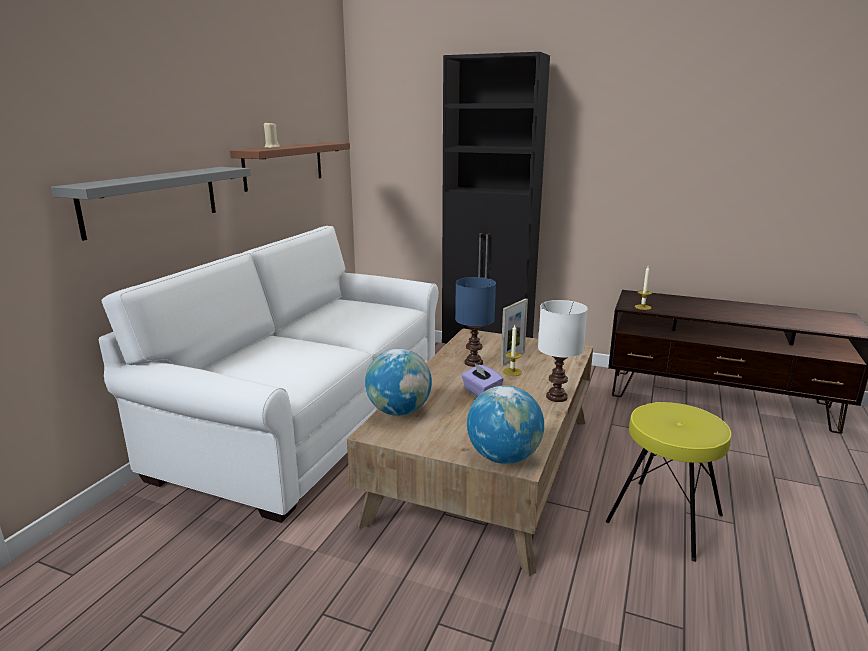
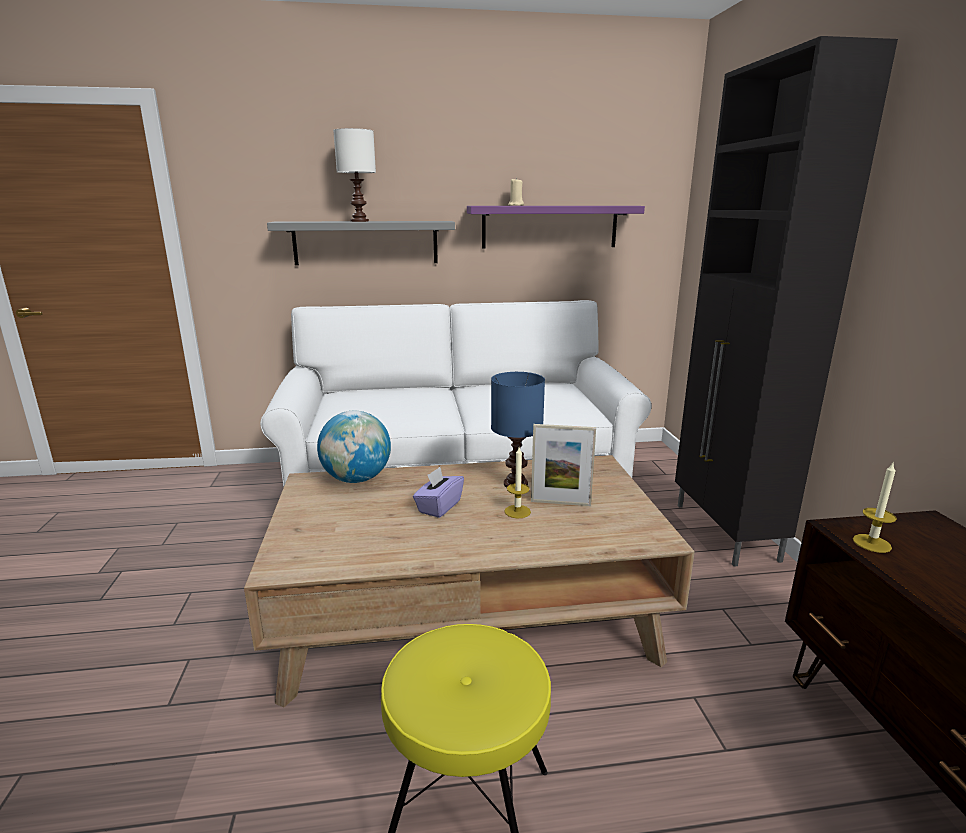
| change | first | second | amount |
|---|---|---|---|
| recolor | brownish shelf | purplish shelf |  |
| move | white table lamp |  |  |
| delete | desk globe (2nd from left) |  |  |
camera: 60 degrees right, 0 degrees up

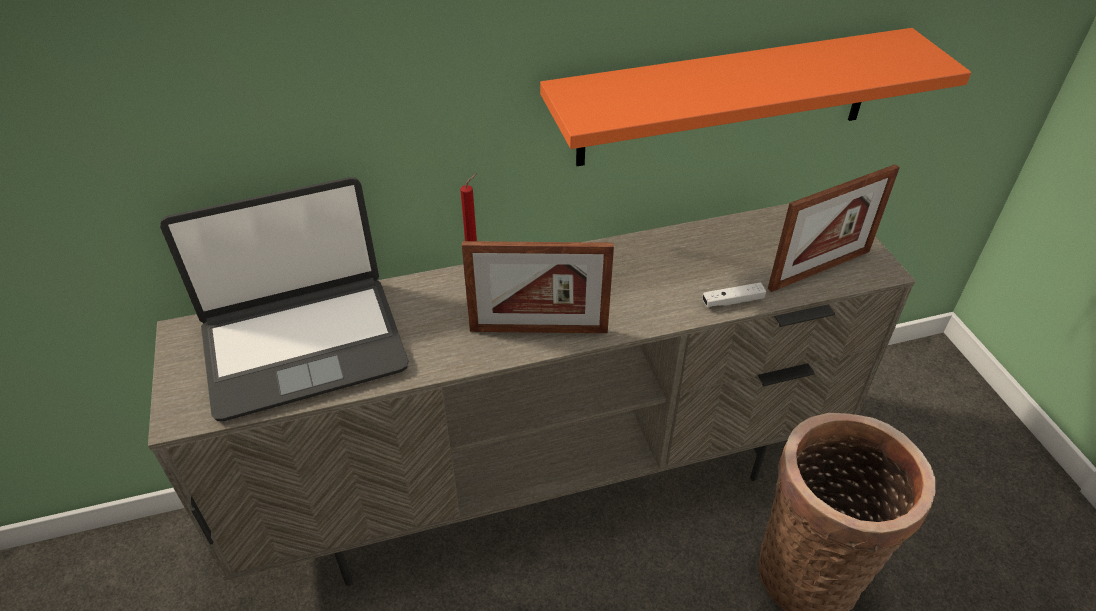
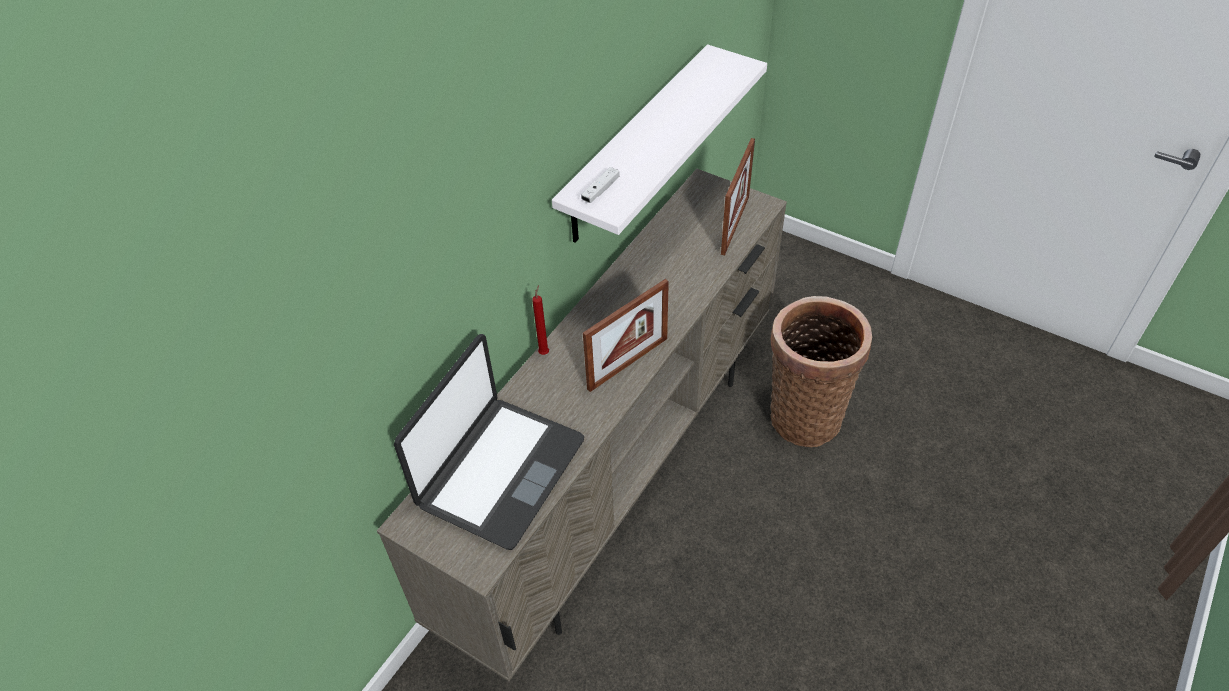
| change | first | second | amount |
|---|---|---|---|
| recolor | orangey shelf | white shelf |  |
| move | white gamepad |  |  |
camera: 40 degrees left, 5 degrees up

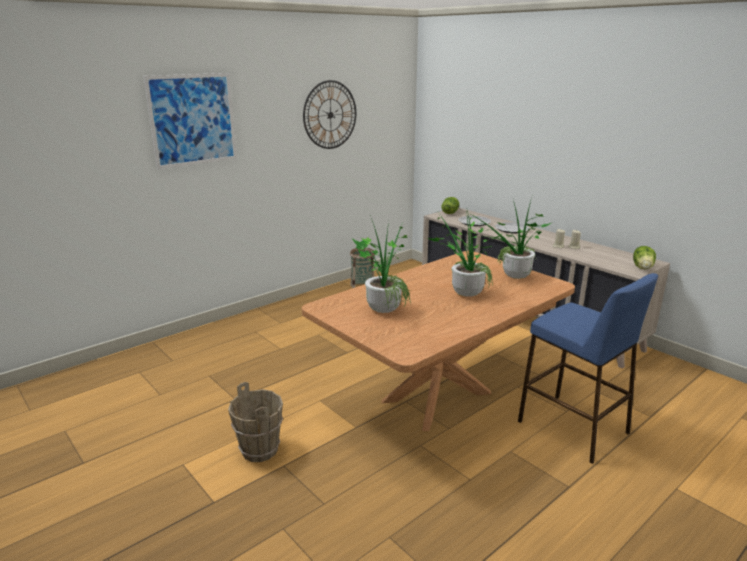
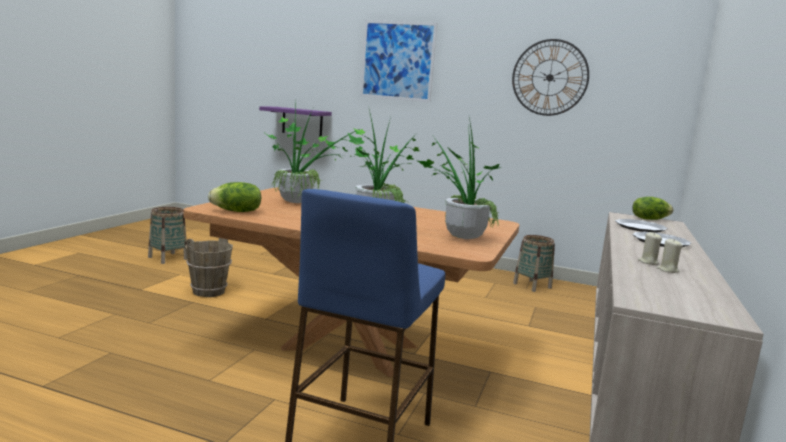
| change | first | second | amount |
|---|---|---|---|
| move | lettuce head (2nd from left in the first image) | lettuce head (1st from left) |  |
| insert |  | purplish shelf |  |
| insert |  | household basket (1st from left) |  |
camera: 60 degrees right, 10 degrees down

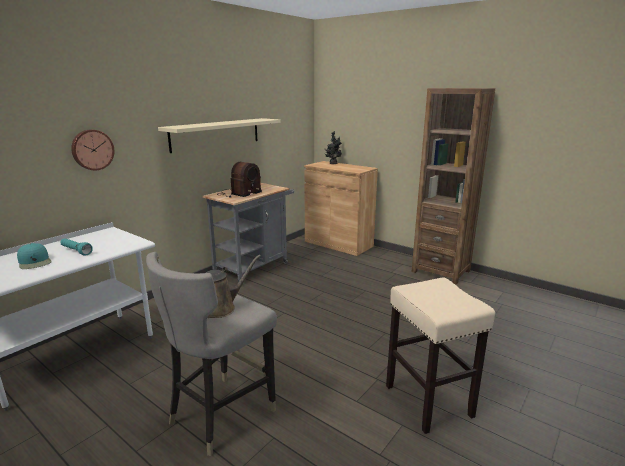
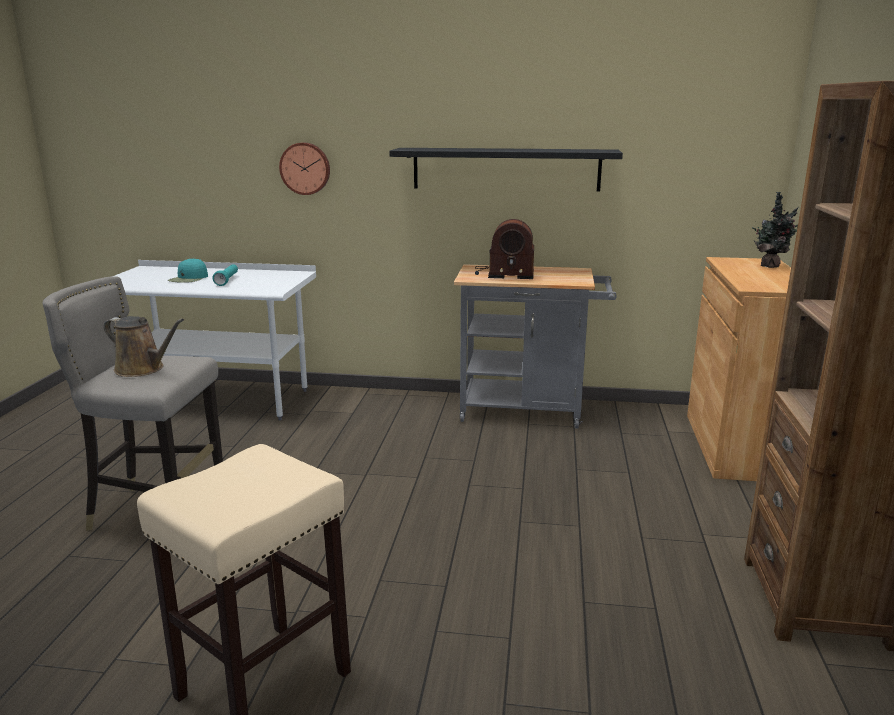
| change | first | second | amount |
|---|---|---|---|
| recolor | beige shelf | black-coloured shelf |  |
camera: 60 degrees right, 0 degrees up

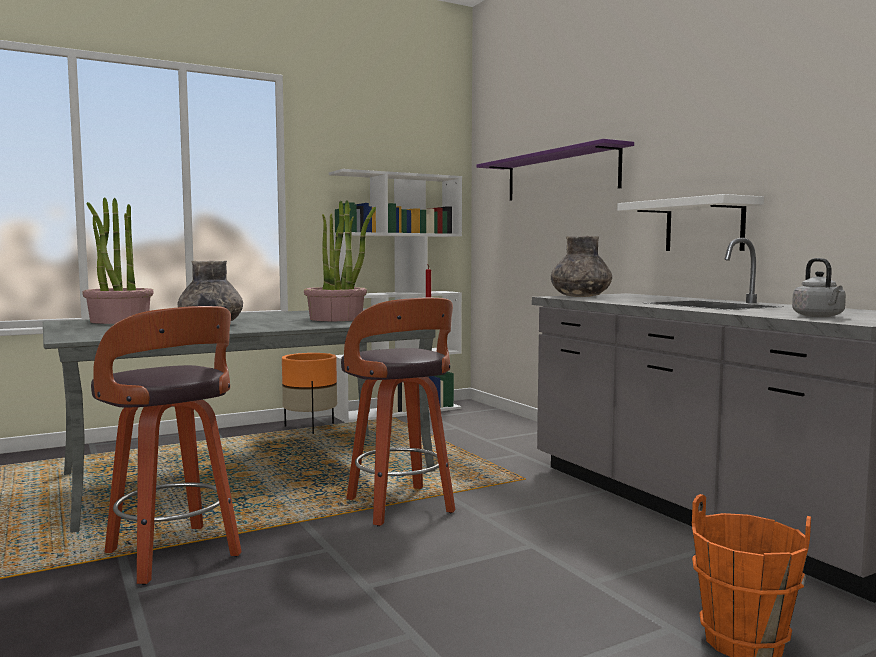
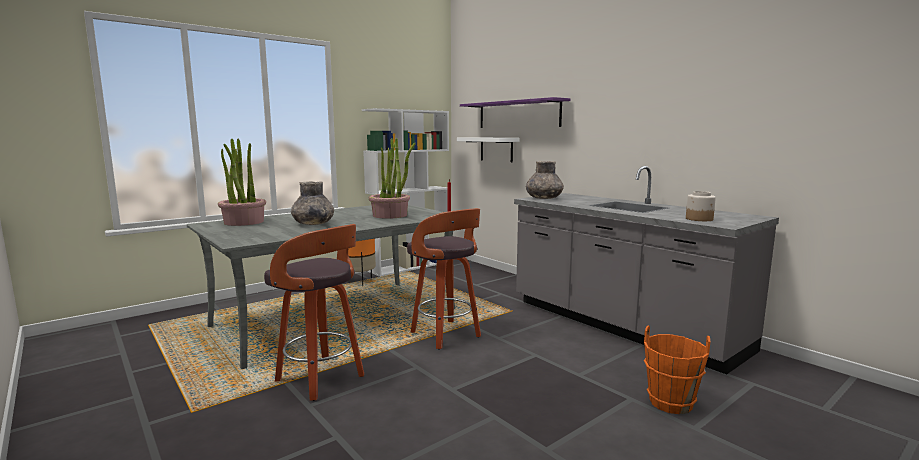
| change | first | second | amount |
|---|---|---|---|
| move | white shelf |  |  |
| replace | greyish kettle | jar |  |
camera: 10 degrees left, 5 degrees up

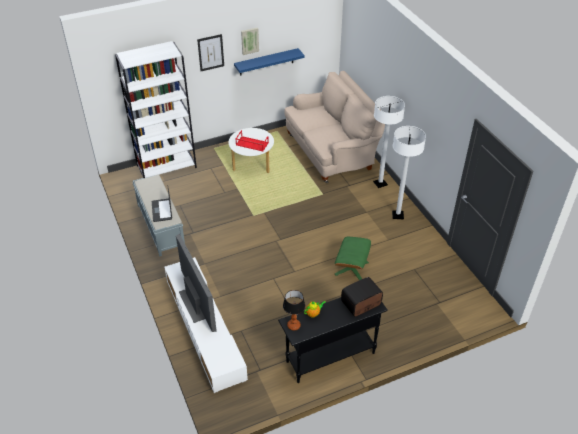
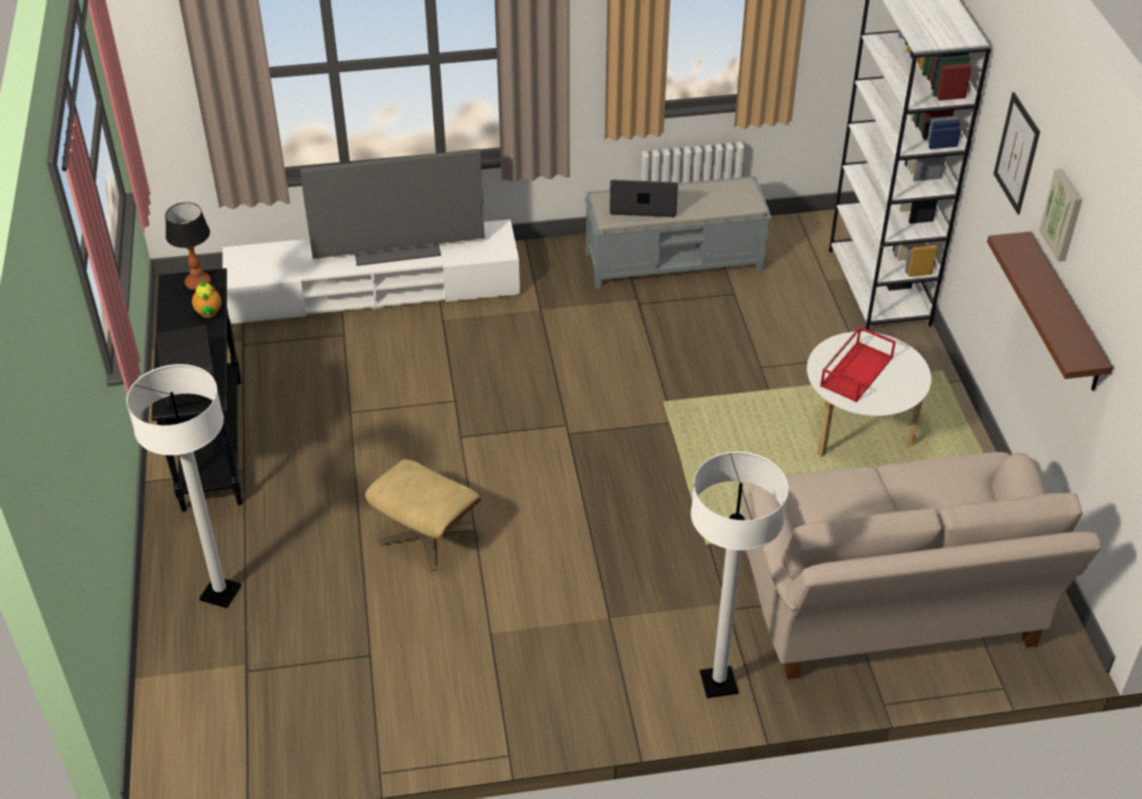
| change | first | second | amount |
|---|---|---|---|
| recolor | blue shelf | brownish shelf |  |
| move | white standing lamp (2nd from left in the first image) | white standing lamp (1st from left) |  |
| recolor | green footrest | beige footrest |  |
camera: 105 degrees right, 0 degrees up

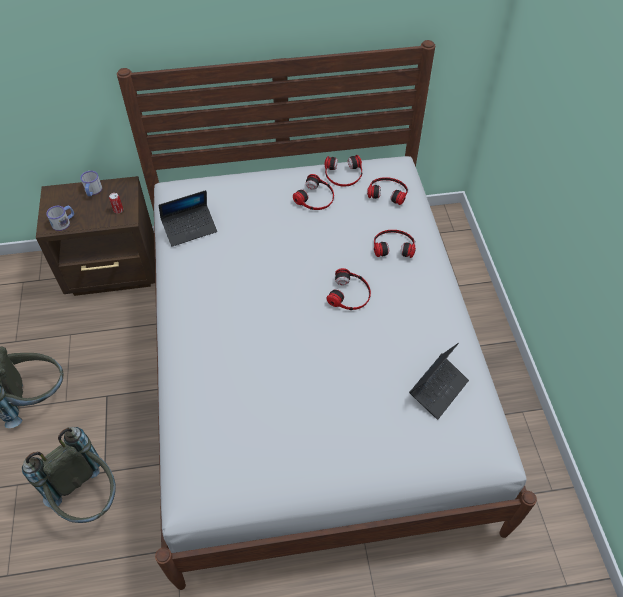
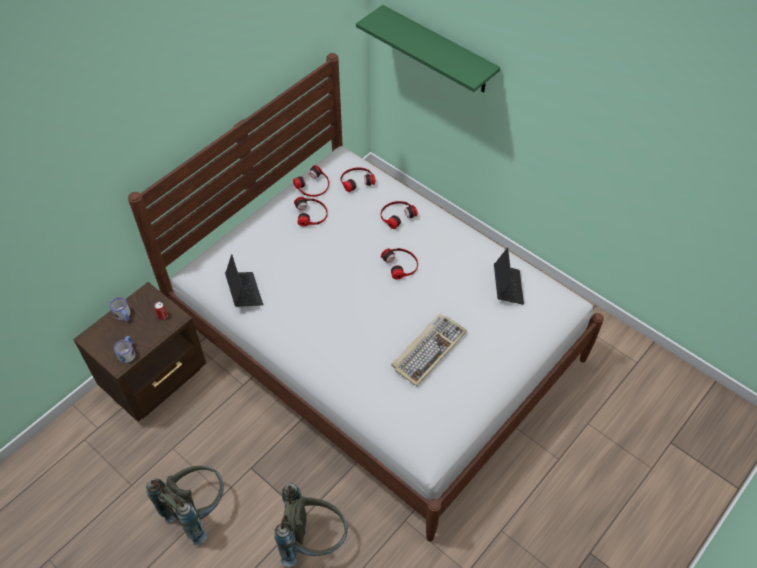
| change | first | second | amount |
|---|---|---|---|
| rotate | laptop (1st from left) |  | 45 degrees counterclockwise |
| insert |  | green shelf |  |
| insert |  | keyboard |  |
camera: 40 degrees left, 0 degrees up

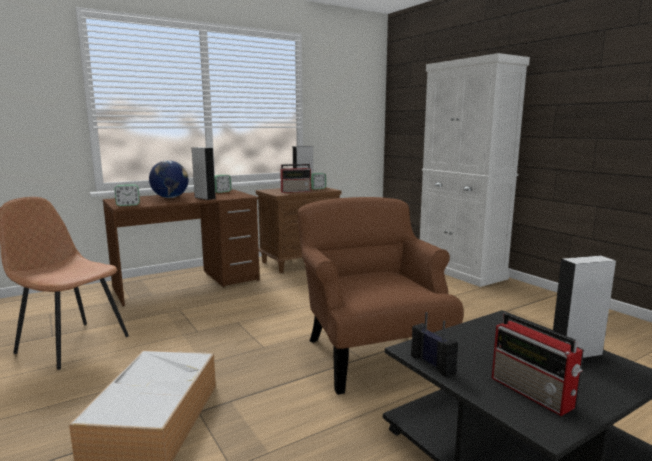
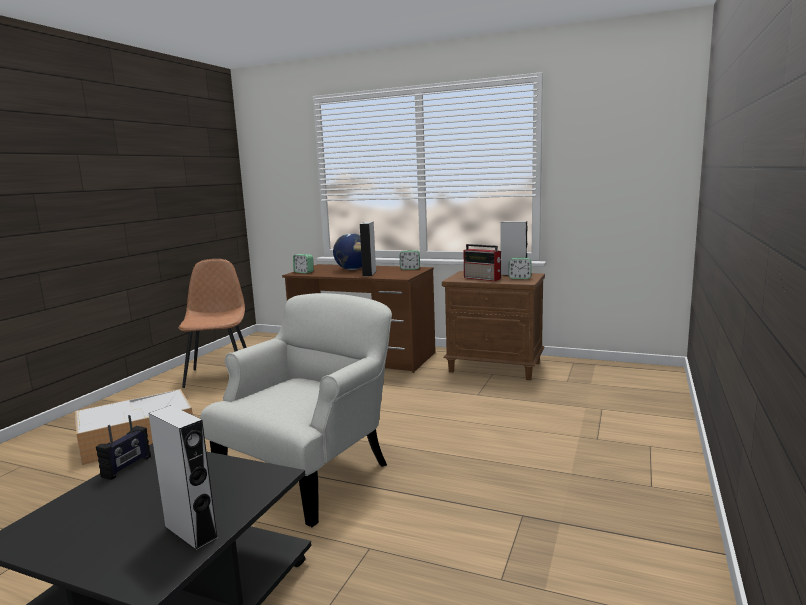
| change | first | second | amount |
|---|---|---|---|
| delete | white storage cabinet |  |  |
| recolor | brownish easy chair | white easy chair |  |
| delete | radio set (3rd from left) |  |  |
camera: 55 degrees right, 0 degrees up

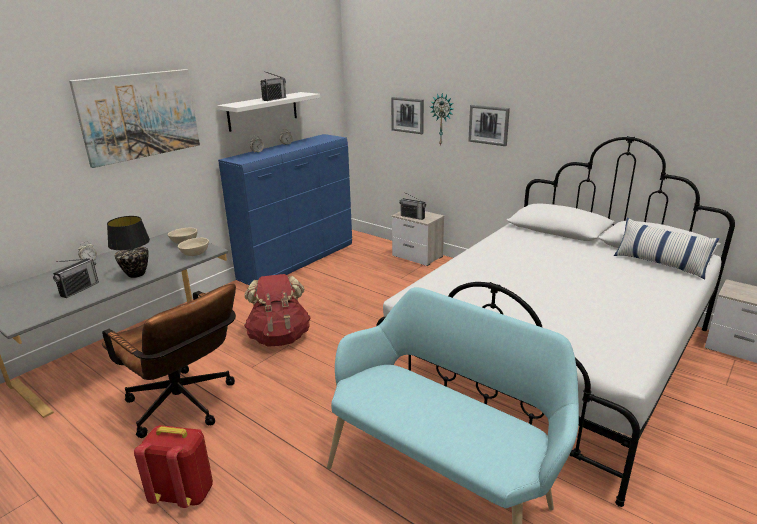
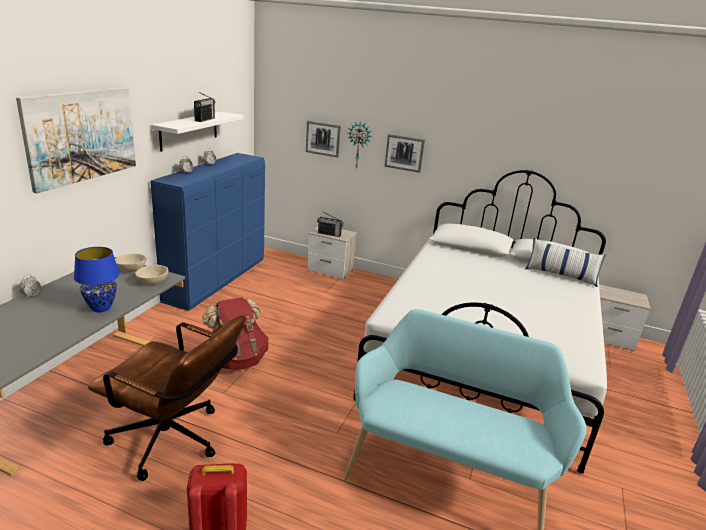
| change | first | second | amount |
|---|---|---|---|
| recolor | black-coloured table lamp | blue table lamp |  |
| delete | radio set (1st from left) |  |  |
camera: 20 degrees left, 0 degrees up

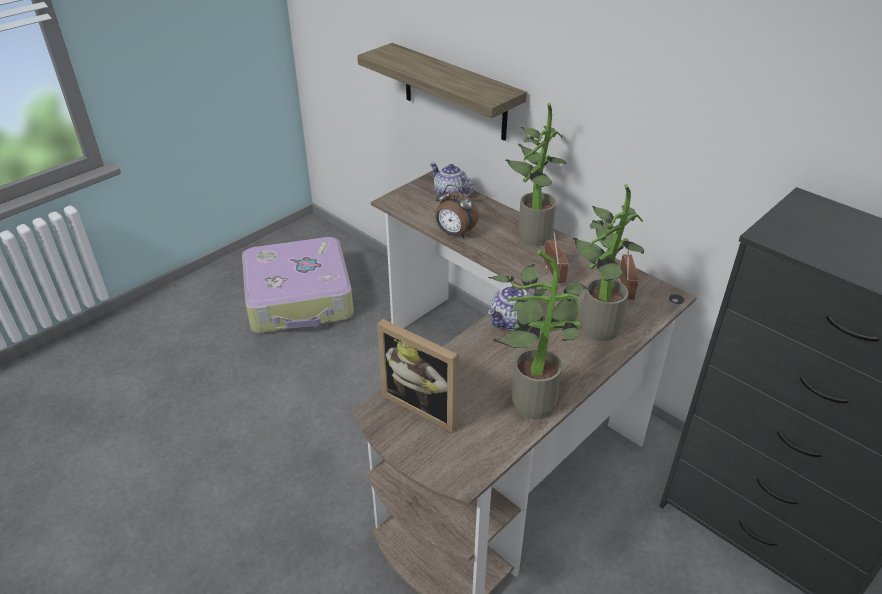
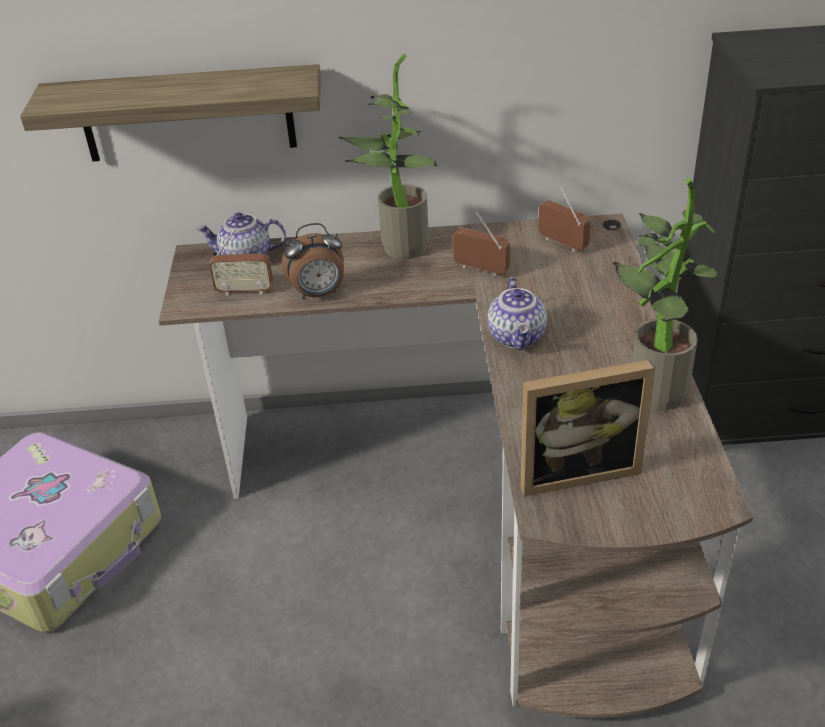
| change | first | second | amount |
|---|---|---|---|
| delete | plant in a pot (3rd from left) |  |  |
| insert |  | radio set (1st from left) |  |
camera: 45 degrees left, 0 degrees up

